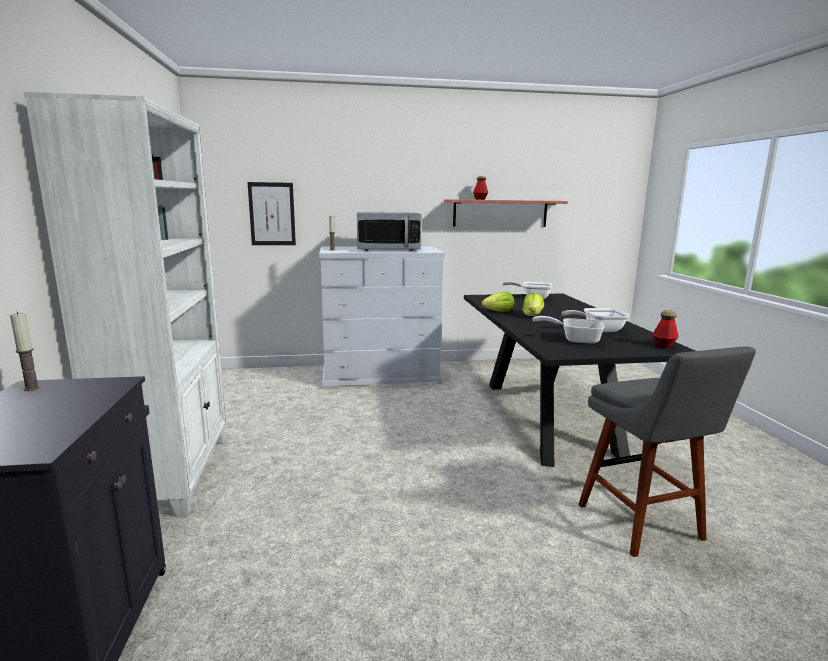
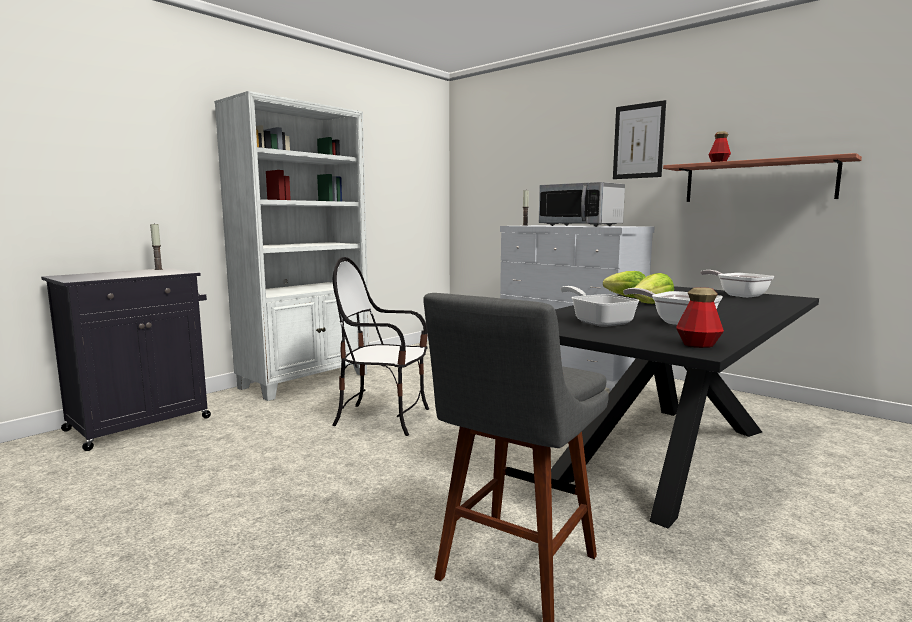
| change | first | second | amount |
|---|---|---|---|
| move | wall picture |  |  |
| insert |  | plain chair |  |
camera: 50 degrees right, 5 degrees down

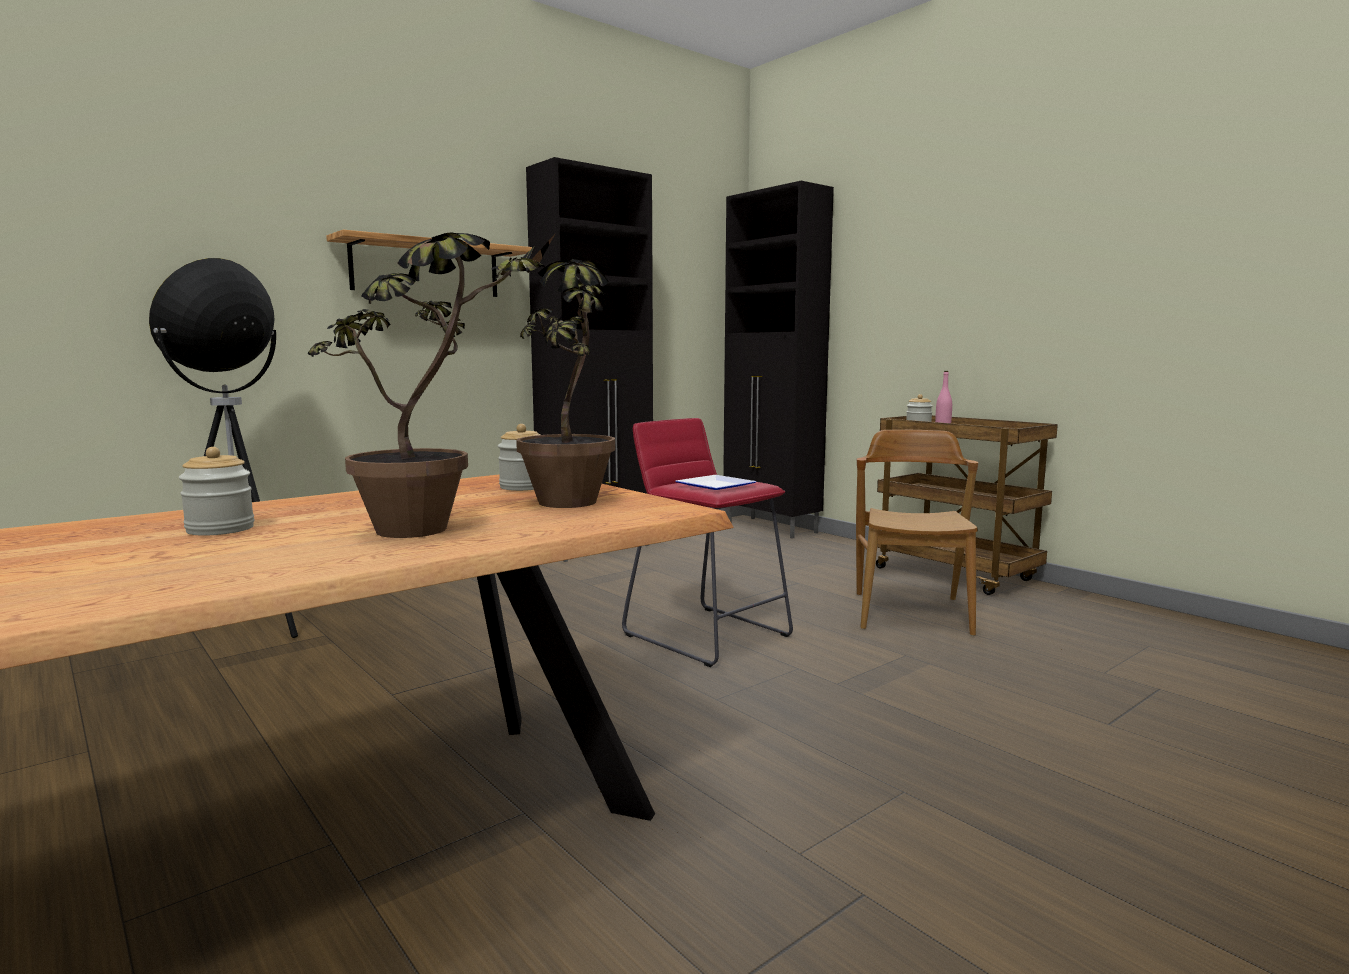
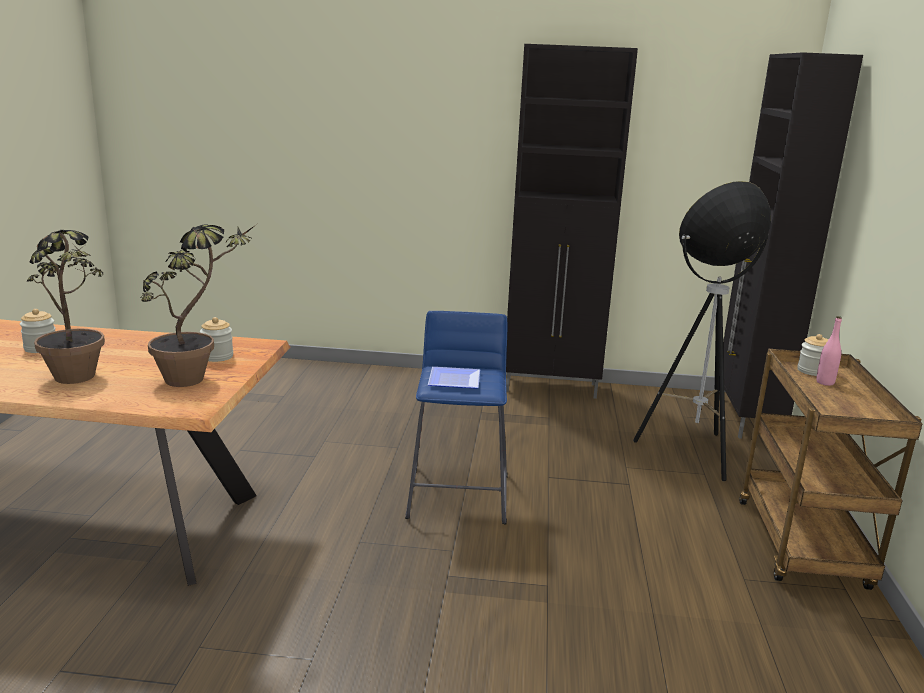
| change | first | second | amount |
|---|---|---|---|
| delete | shelf |  |  |
| move | standing lamp |  |  |
| recolor | red stool seat | blue stool seat |  |
| delete | brownish plain chair |  |  |
camera: 45 degrees right, 10 degrees up

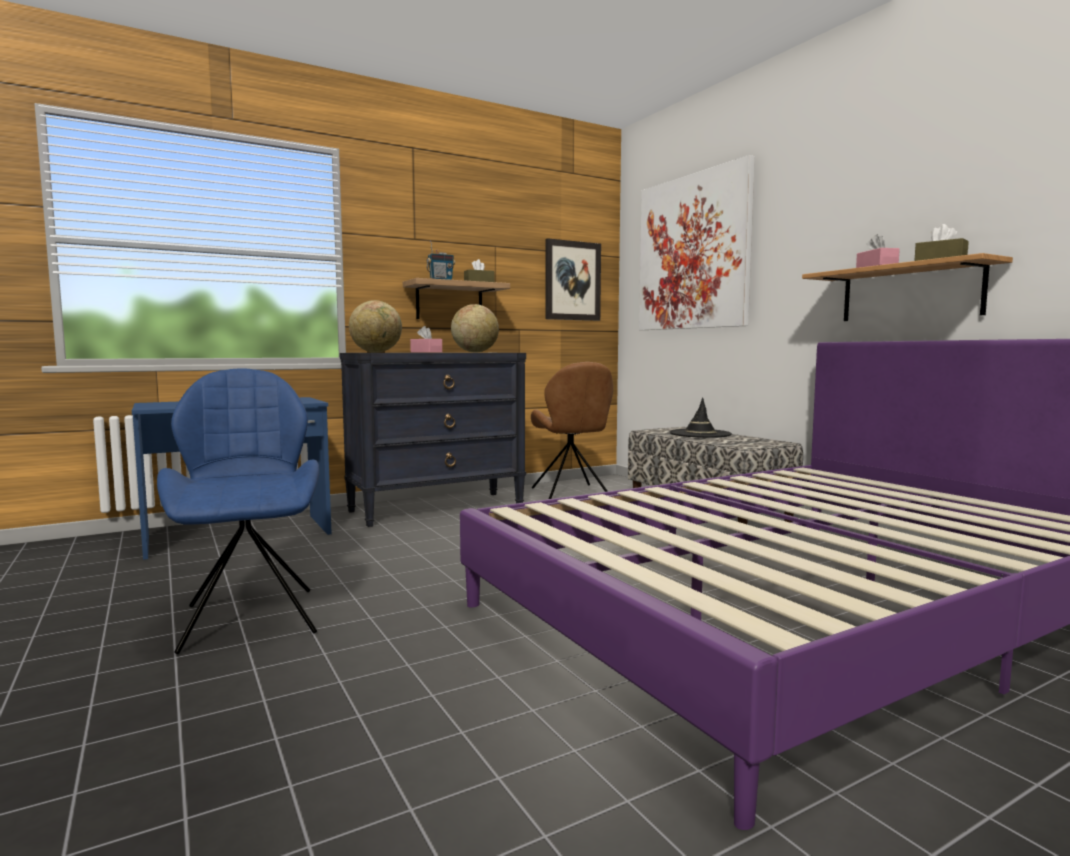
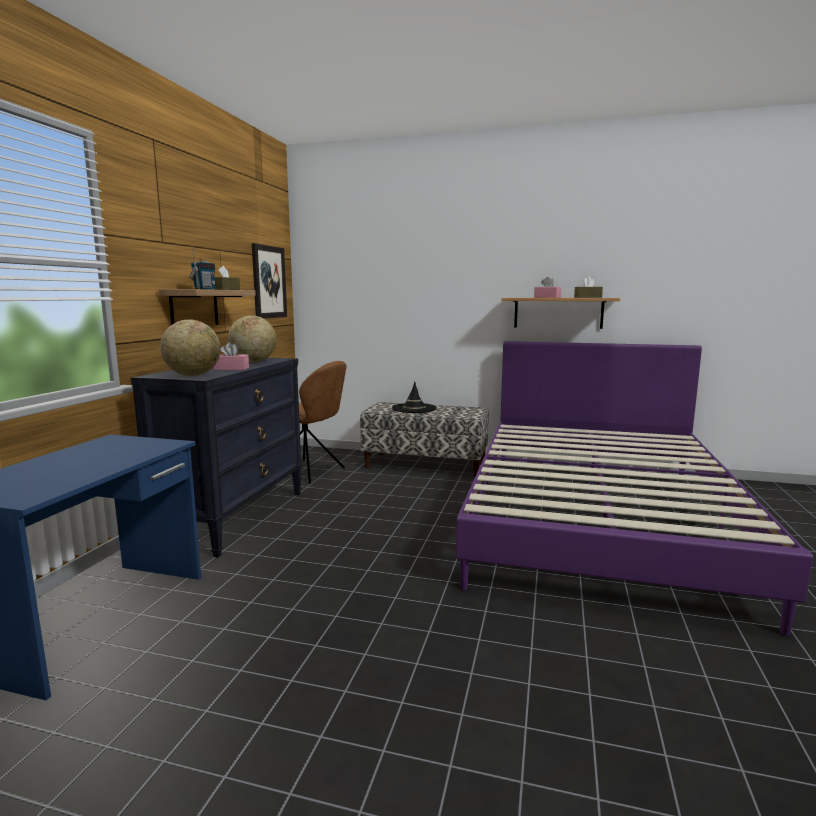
| change | first | second | amount |
|---|---|---|---|
| delete | wall picture (2nd from left) |  |  |
| delete | blue plain chair |  |  |
camera: 45 degrees left, 5 degrees up

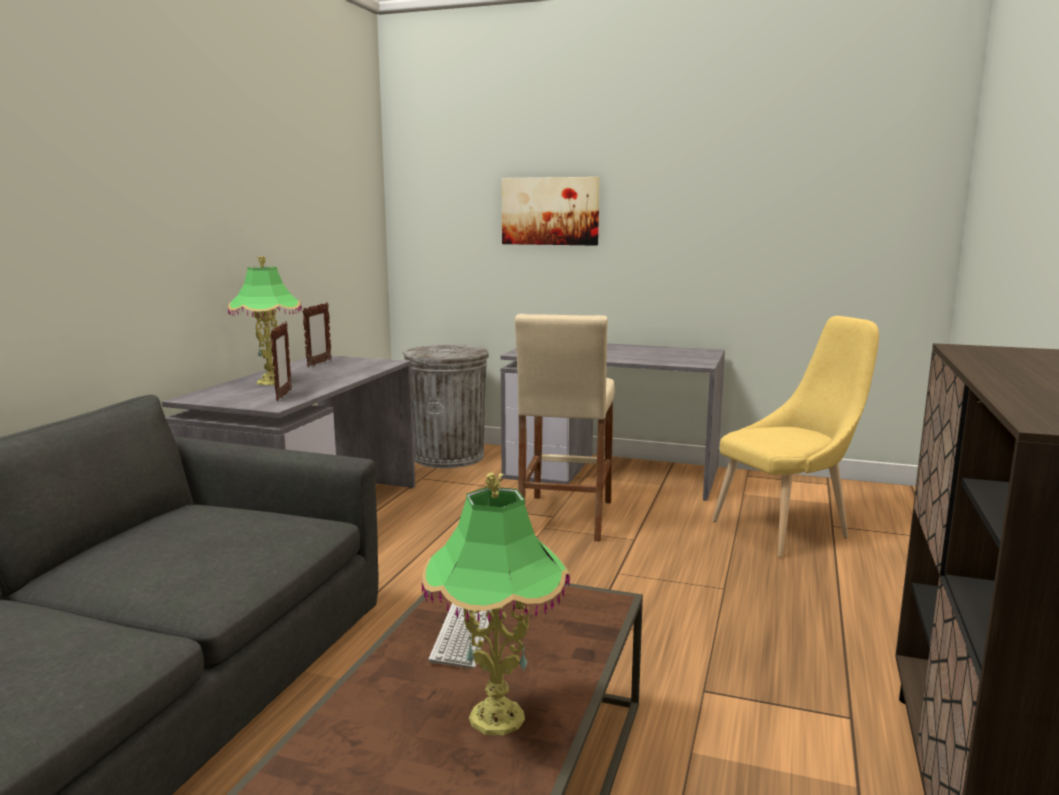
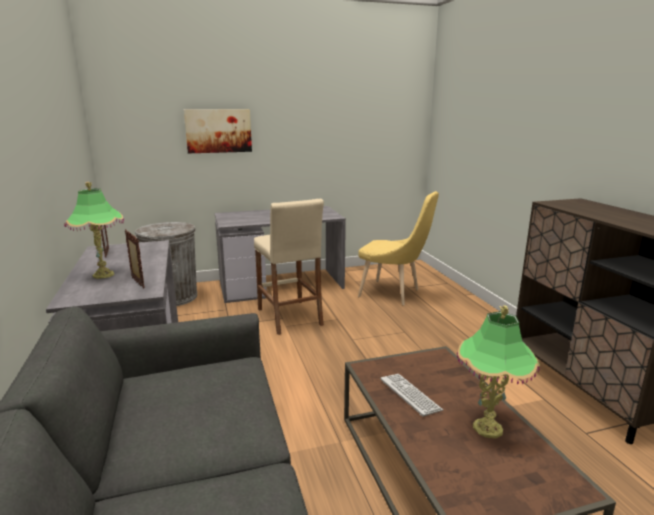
| change | first | second | amount |
|---|---|---|---|
| rotate | yellowish plain chair |  | 90 degrees clockwise |
camera: 35 degrees left, 5 degrees up

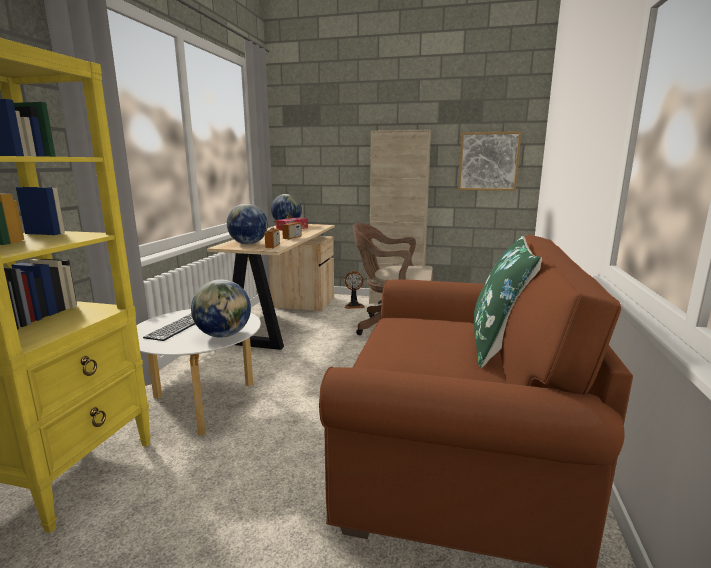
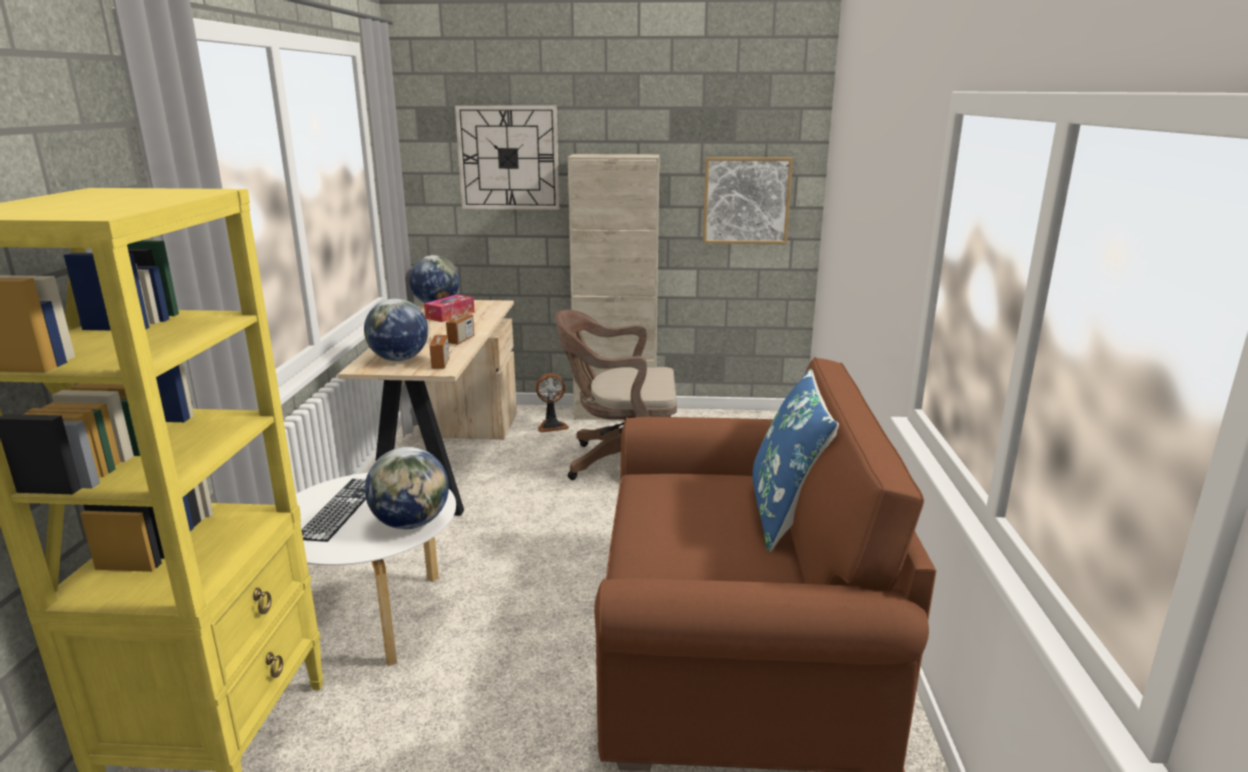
| change | first | second | amount |
|---|---|---|---|
| recolor | green cushion | blue cushion |  |
| insert |  | hanging clock |  |
camera: 10 degrees left, 5 degrees up

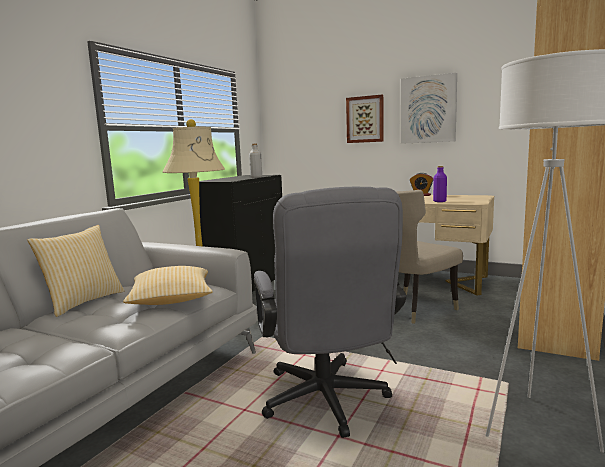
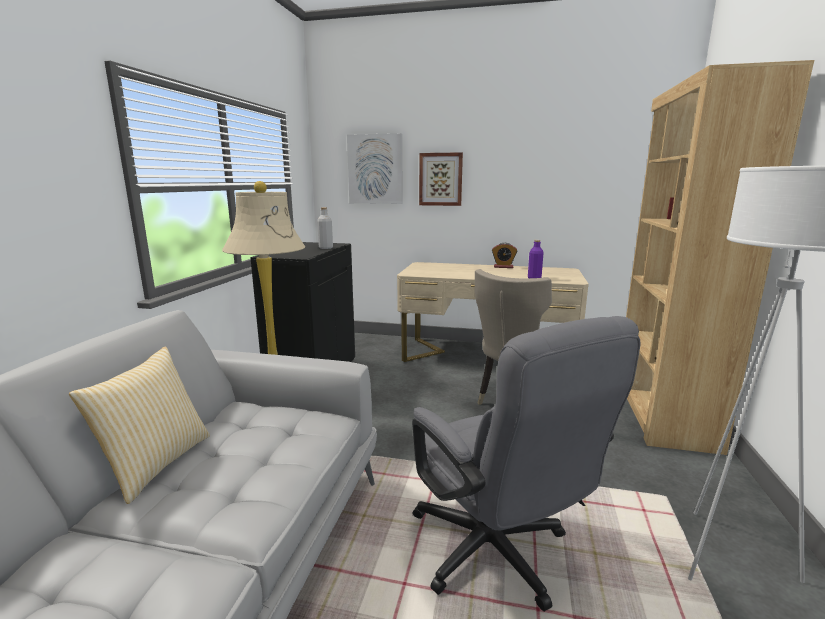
| change | first | second | amount |
|---|---|---|---|
| move | wall picture (2nd from left in the first image) | wall picture (1st from left) |  |
| delete | cushion (2nd from left) |  |  |
camera: 15 degrees left, 5 degrees up

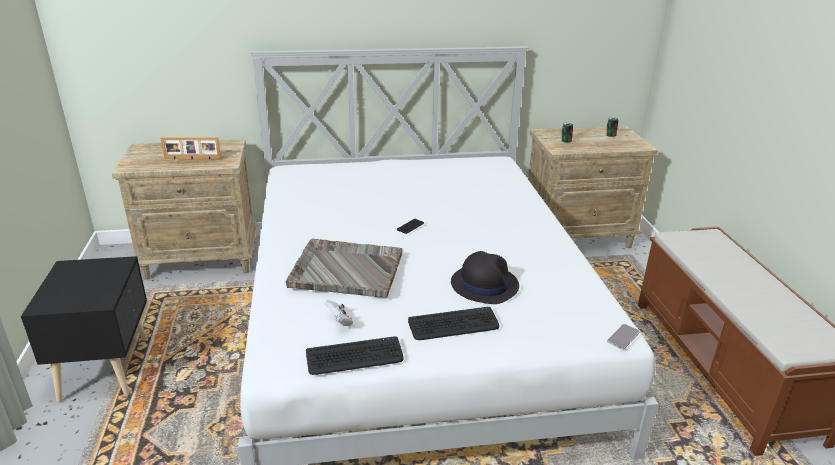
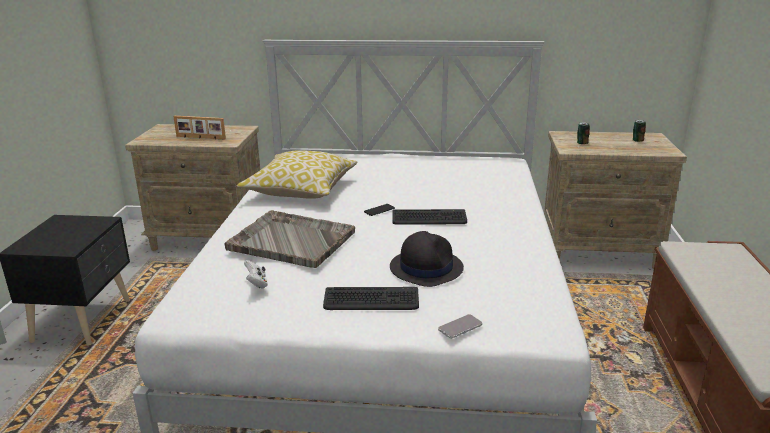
| change | first | second | amount |
|---|---|---|---|
| move | phone (2nd from left) |  |  |
| move | keyboard (1st from left in the first image) | keyboard (2nd from left) |  |
| insert |  | cushion |  |
camera: 15 degrees right, 5 degrees down

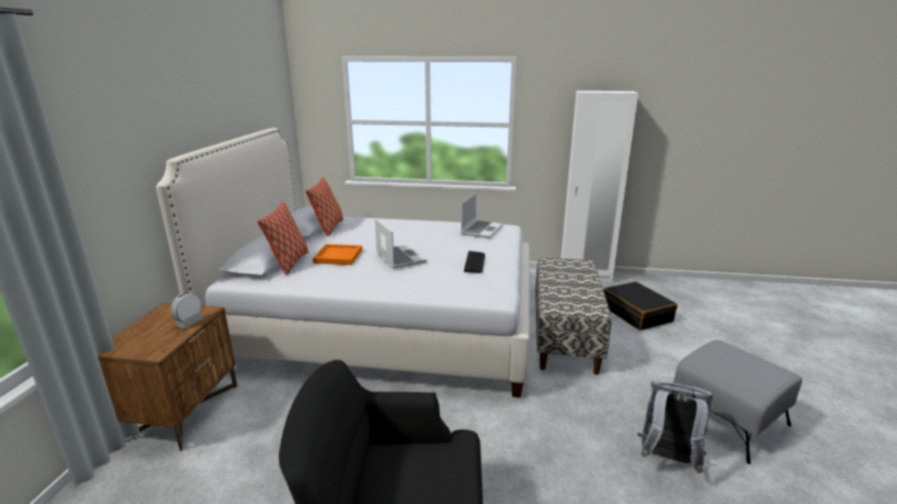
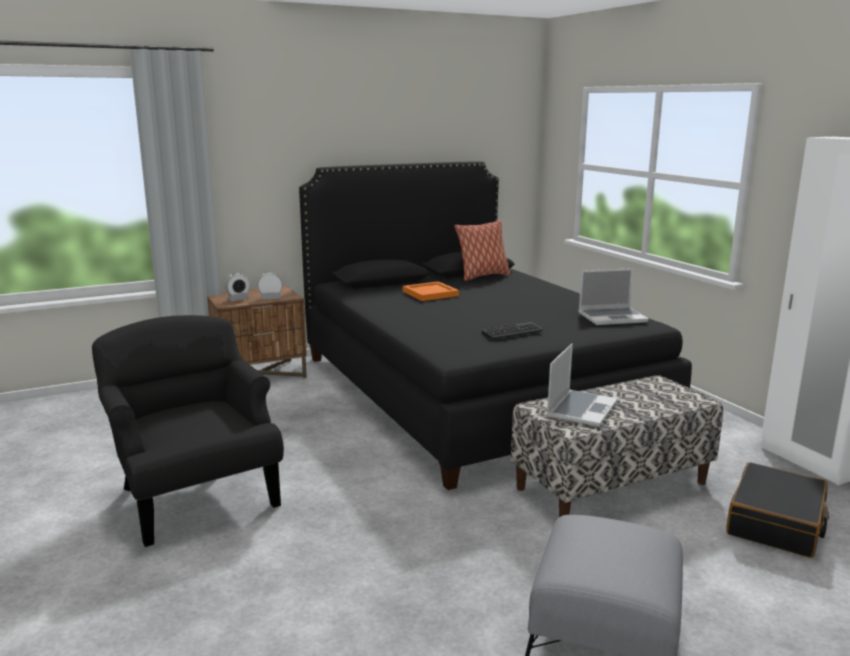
| change | first | second | amount |
|---|---|---|---|
| recolor | white bedroom bed | black-coloured bedroom bed |  |
| delete | cushion (1st from left) |  |  |
| move | laptop (1st from left) |  |  |
| delete | greyish rucksack |  |  |
| insert |  | alarm clock (1st from left) |  |
camera: 55 degrees right, 5 degrees down

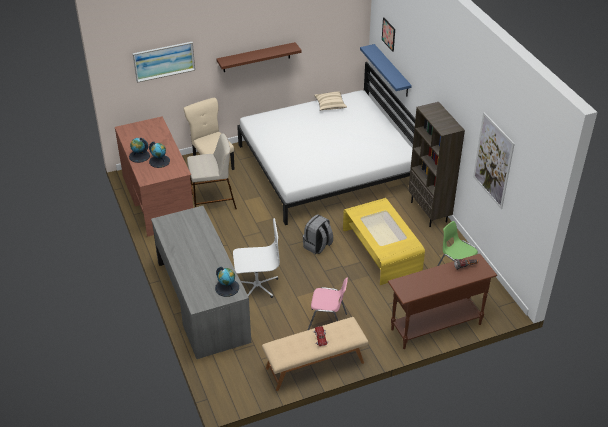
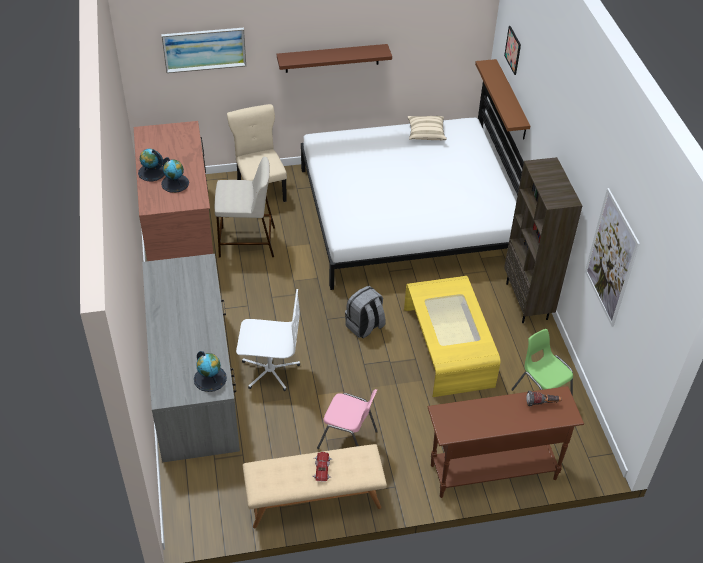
| change | first | second | amount |
|---|---|---|---|
| recolor | blue shelf | brownish shelf (2nd from left) |  |
camera: 10 degrees right, 5 degrees up

